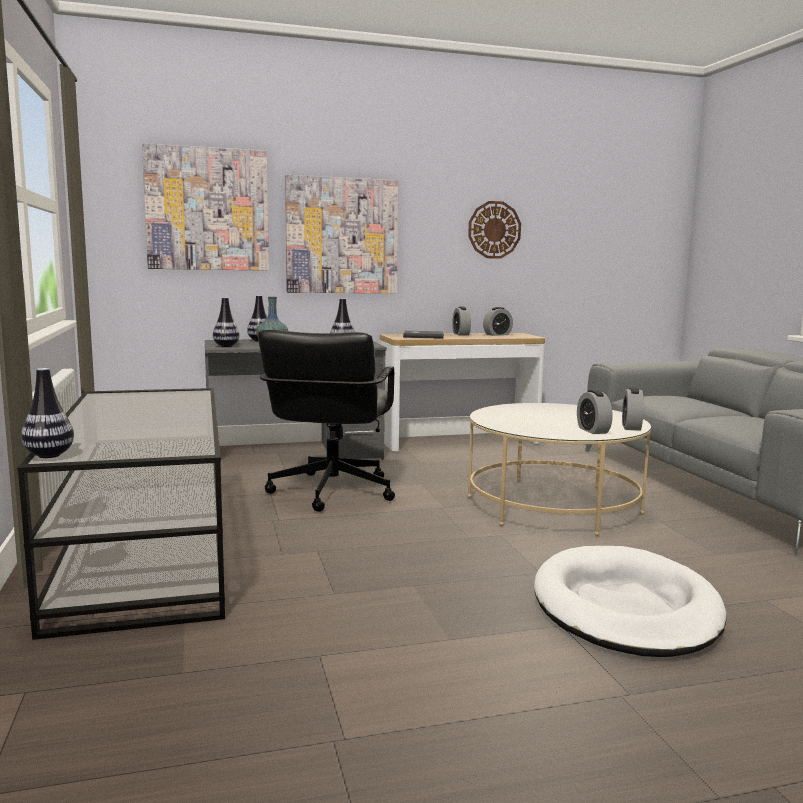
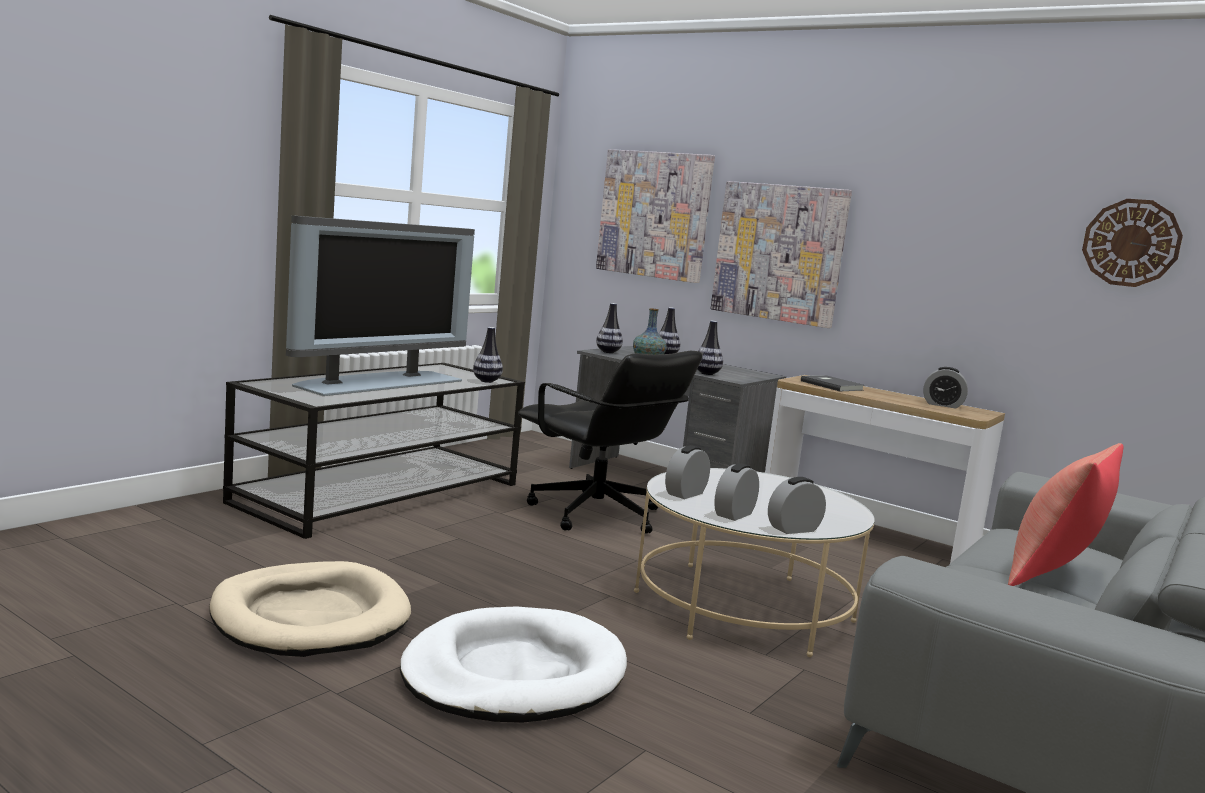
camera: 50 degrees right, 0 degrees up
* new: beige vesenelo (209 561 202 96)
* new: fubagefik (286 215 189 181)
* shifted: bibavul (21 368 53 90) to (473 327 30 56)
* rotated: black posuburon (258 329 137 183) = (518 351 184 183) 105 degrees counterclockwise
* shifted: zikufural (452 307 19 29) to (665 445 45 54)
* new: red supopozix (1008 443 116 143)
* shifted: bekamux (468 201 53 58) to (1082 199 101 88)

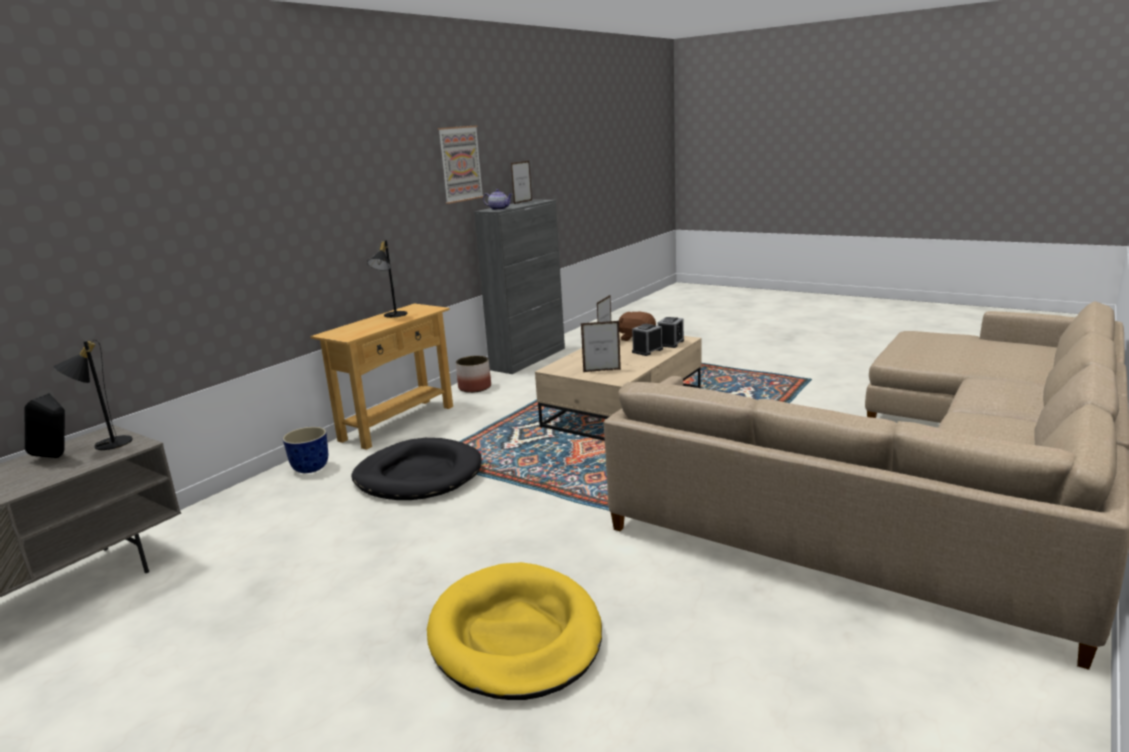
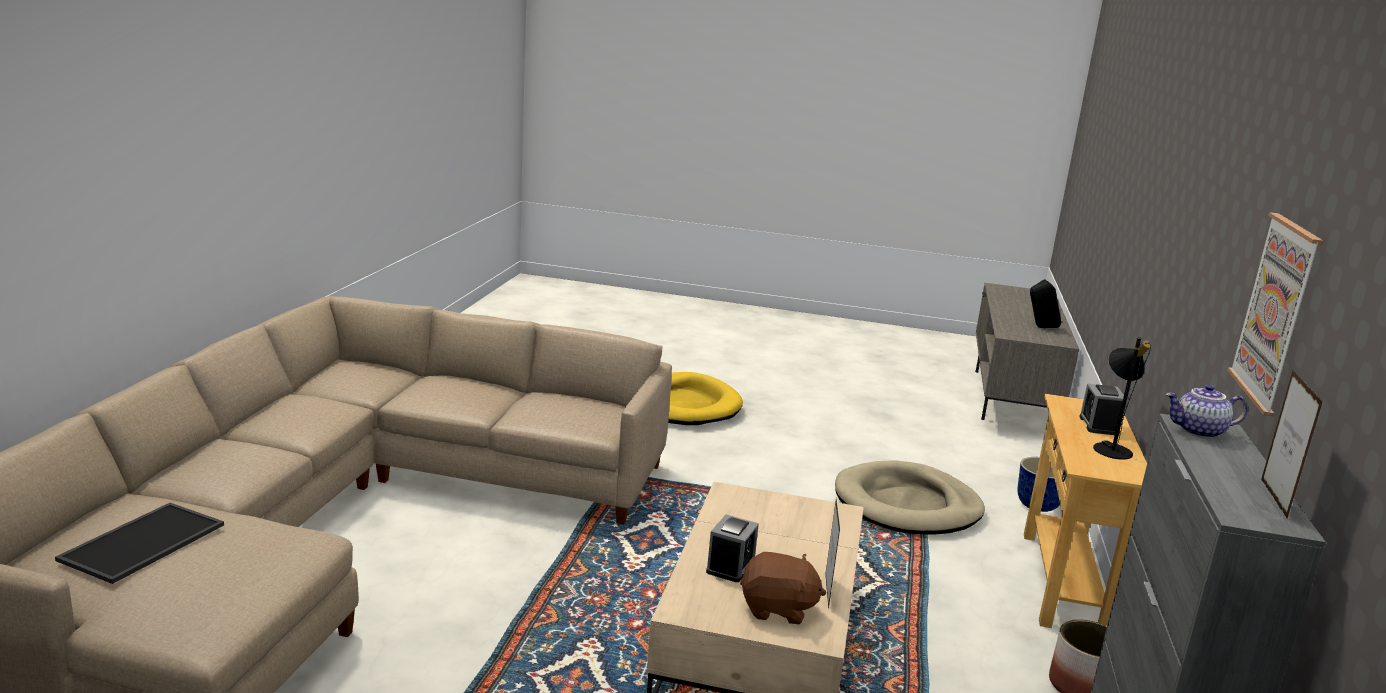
camera: 155 degrees right, 0 degrees up
* new: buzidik (55 503 169 81)
* repainted: black vesenelo (351 438 130 62) to beige vesenelo (835 461 150 74)
* shifted: zikufural (658 317 26 31) to (1079 383 47 52)
* gone: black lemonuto (53 340 80 110)
* gone: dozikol (581 321 40 51)

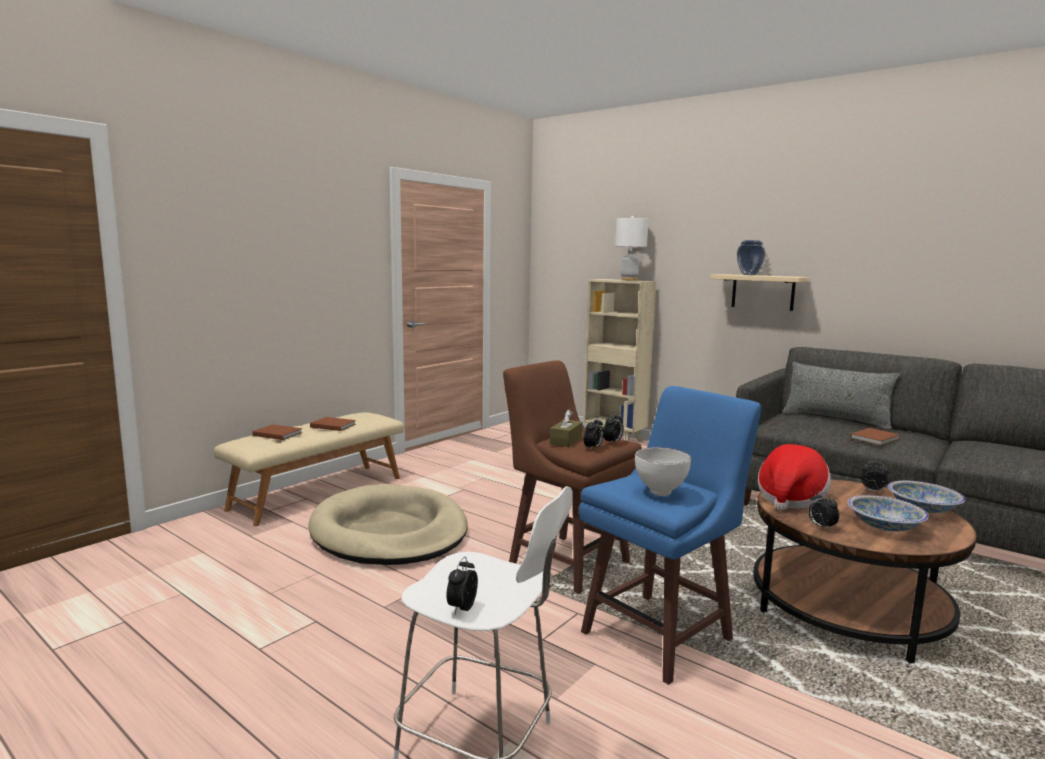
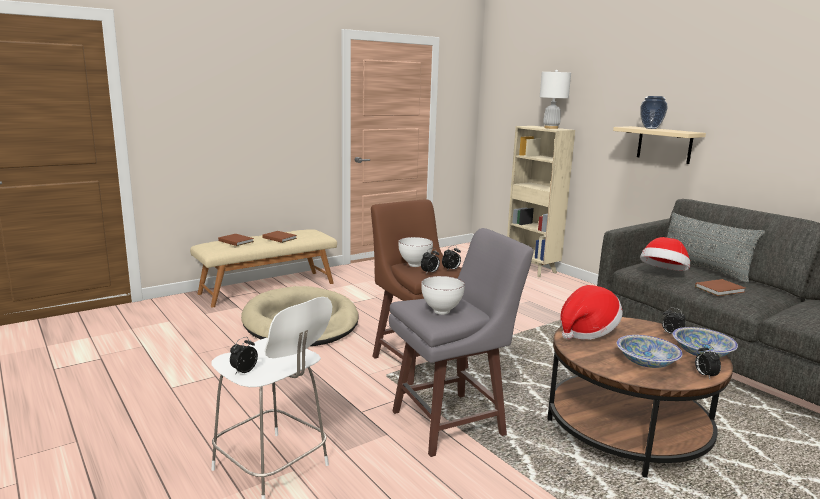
camera: 15 degrees right, 5 degrees up
* repainted: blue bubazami (579 386 183 299) to grey bubazami (389 228 145 229)
* swapped: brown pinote (550 409 33 38) to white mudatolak (398 237 35 30)
* new: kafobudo (640 237 50 34)
* shifted: zikufural (809 491 30 39) to (695 344 26 35)

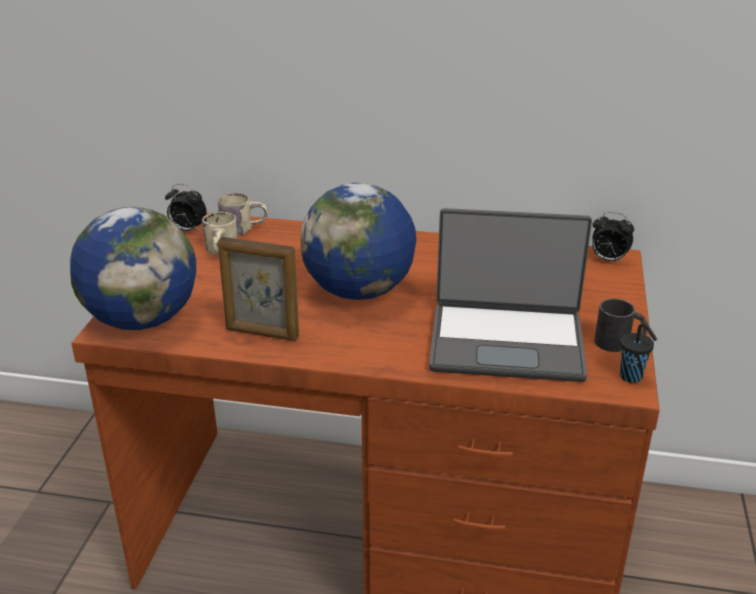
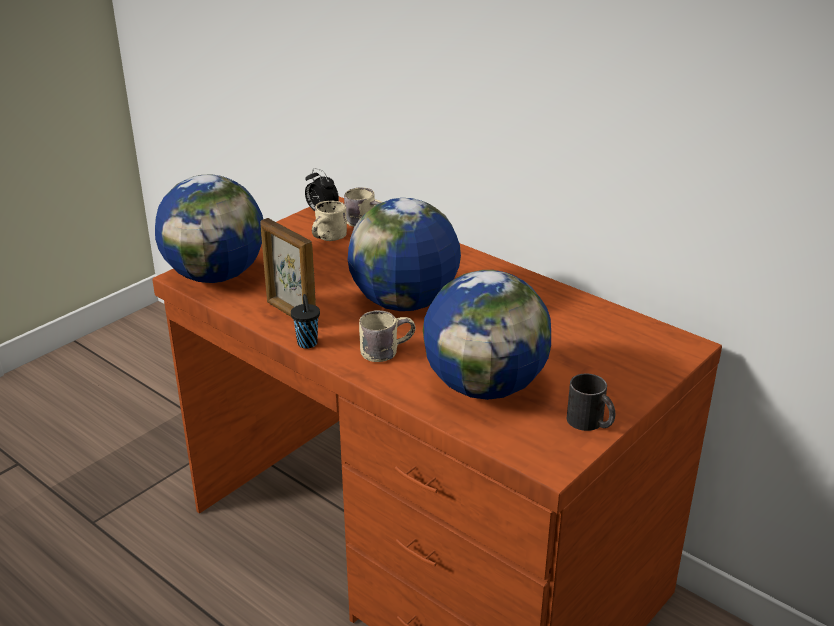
camera: 30 degrees right, 0 degrees up
* shifted: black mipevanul (620 323 37 60) to (291 294 29 55)
* new: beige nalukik (359 310 57 52)
* swapped: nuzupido (429 208 163 174) to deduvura (423 270 128 130)
* gone: zikufural (592 212 42 52)

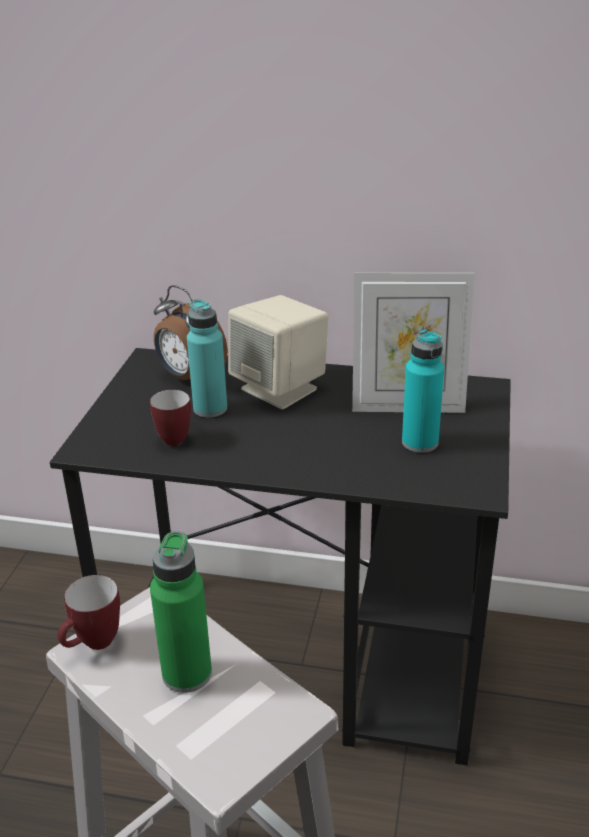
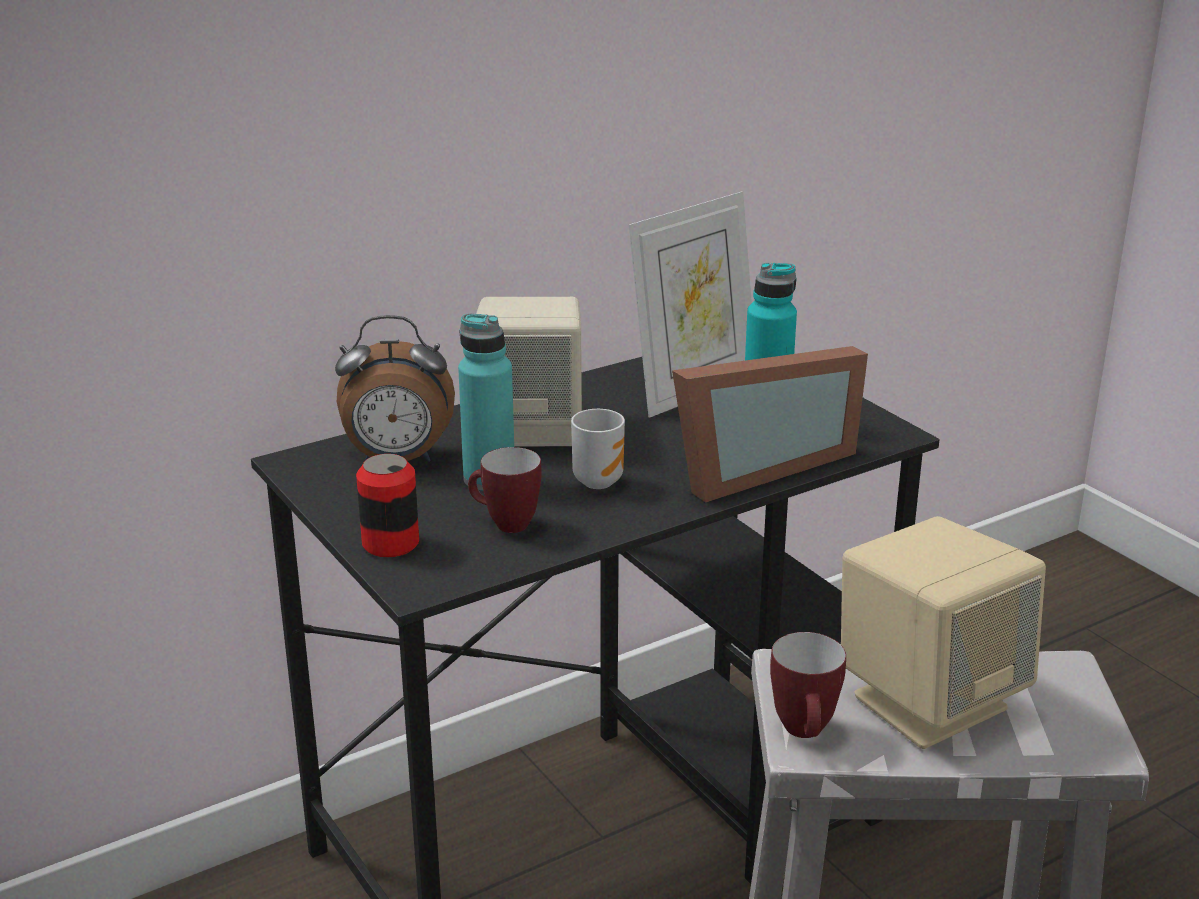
camera: 45 degrees left, 5 degrees down
* new: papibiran (356 454 63 103)
* new: nalukik (571 409 54 80)
* new: dozikol (672 346 196 157)
* swapped: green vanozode (150 532 62 161) to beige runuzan (841 516 205 233)

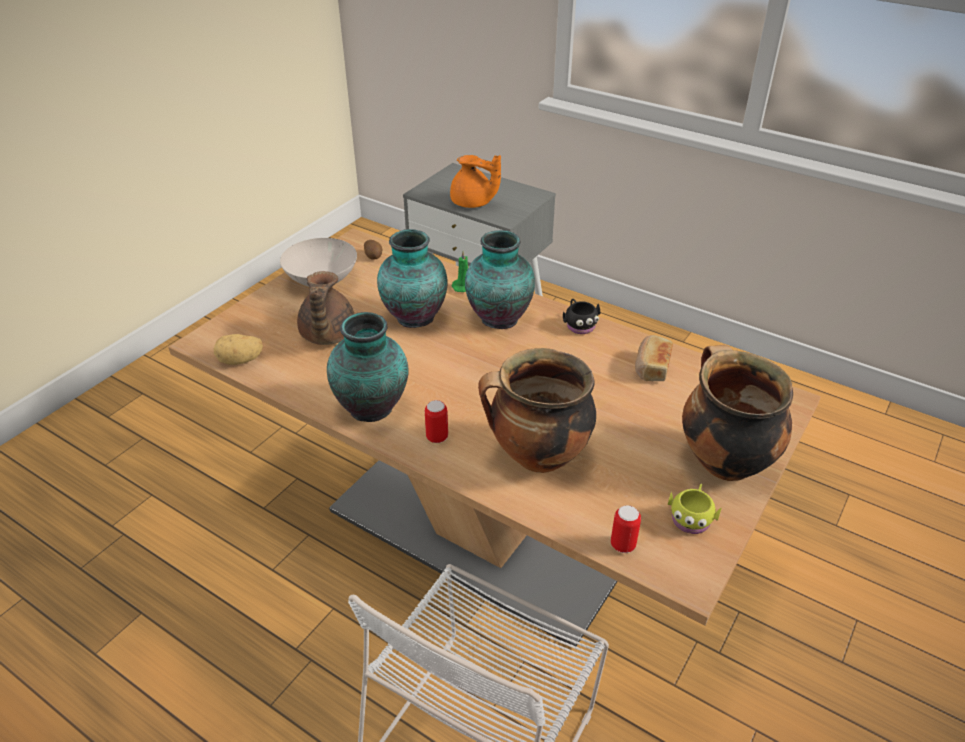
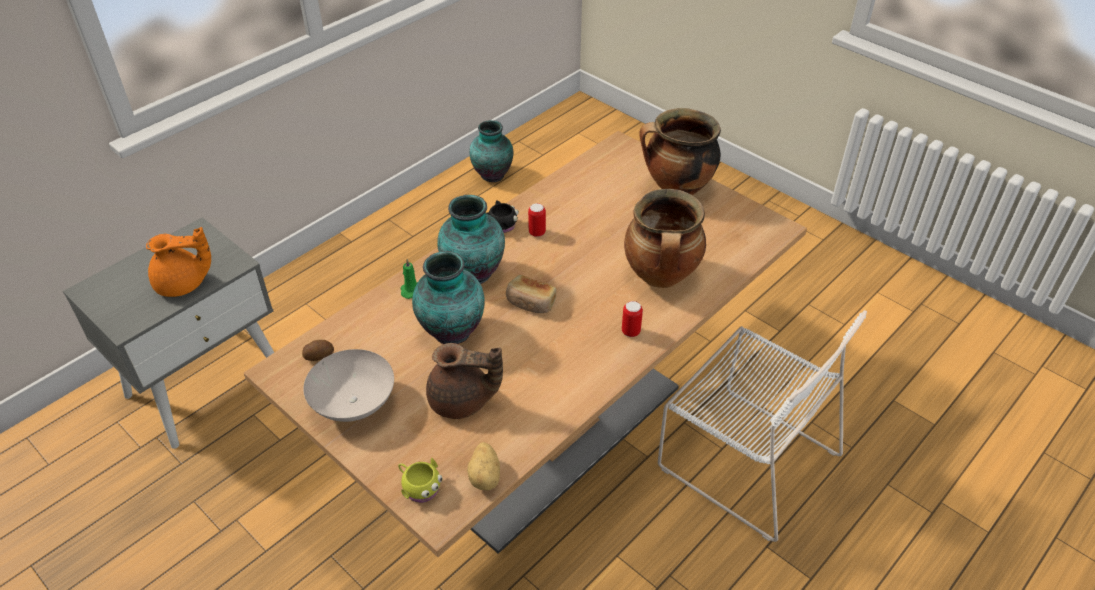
camera: 80 degrees left, 5 degrees up
* rotated: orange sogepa (450 155 51 53) = (146 227 65 70) 45 degrees clockwise
* shifted: yellow nalukik (668 484 54 50) to (398 458 45 45)
* shifted: bibavul (327 312 82 110) to (470 120 43 62)
* shifted: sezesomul (635 335 38 46) to (506 275 50 38)
* shifted: papibiran (611 505 30 48) to (528 203 18 34)

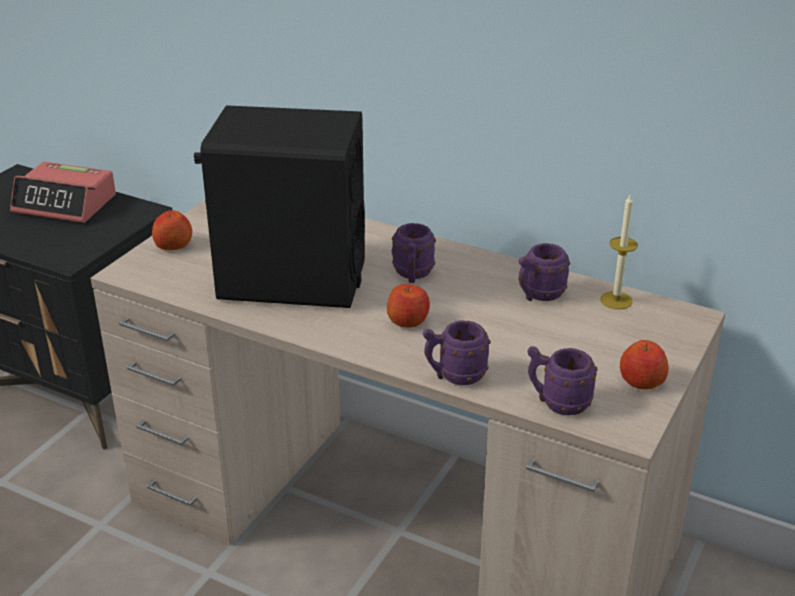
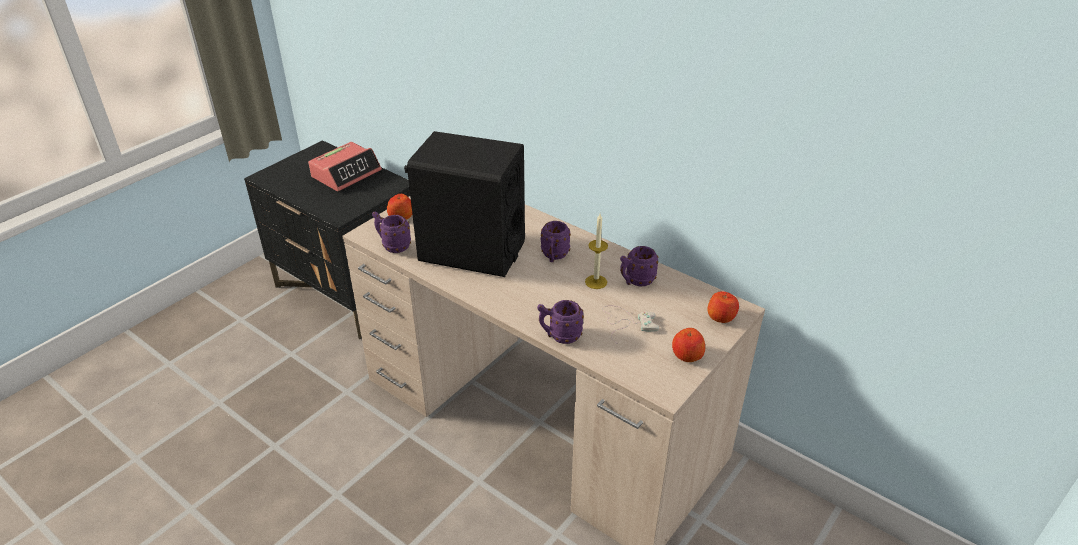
camera: 10 degrees right, 5 degrees up
* rotated: zikufural (10 162 106 61) = (308 142 74 49) 75 degrees counterclockwise
* shifted: purple nalukik (528 346 69 69) to (372 211 39 42)
* shifted: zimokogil (600 195 38 114) to (585 214 23 75)
* new: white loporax (602 306 57 38)
* shifted: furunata (387 284 43 43) to (707 292 32 31)

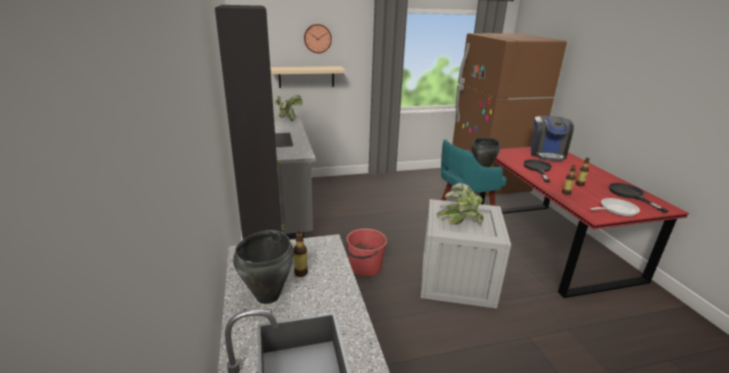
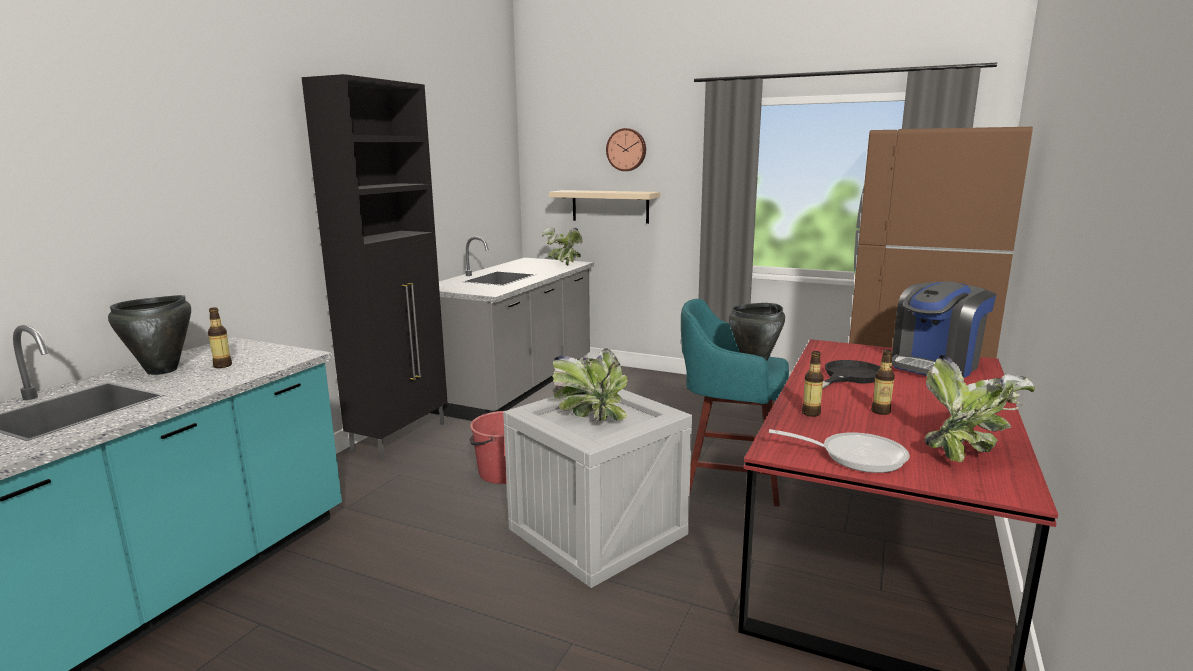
camera: 40 degrees right, 10 degrees down
* swapped: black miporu (609 183 59 30) to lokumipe (924 355 111 107)

